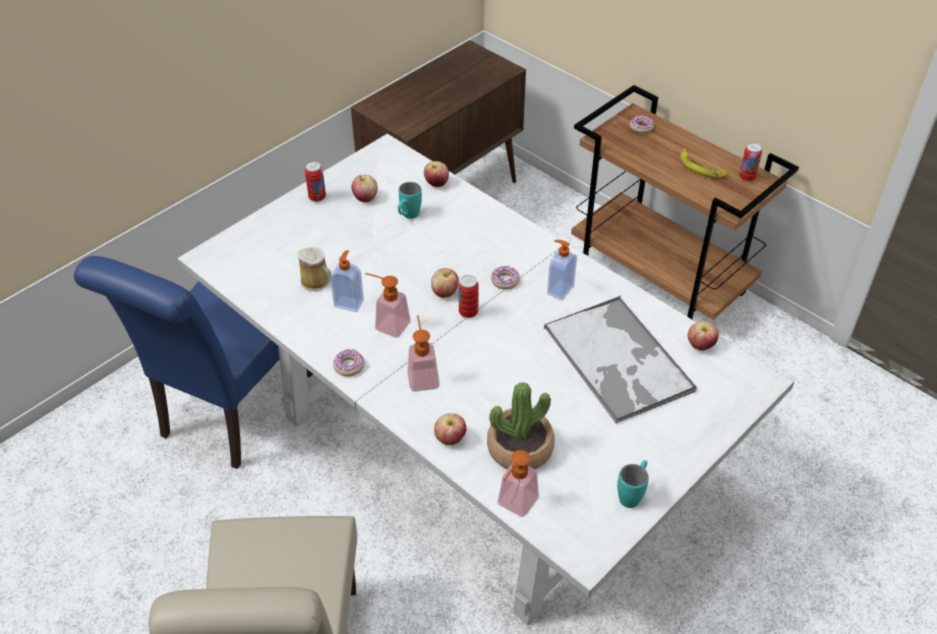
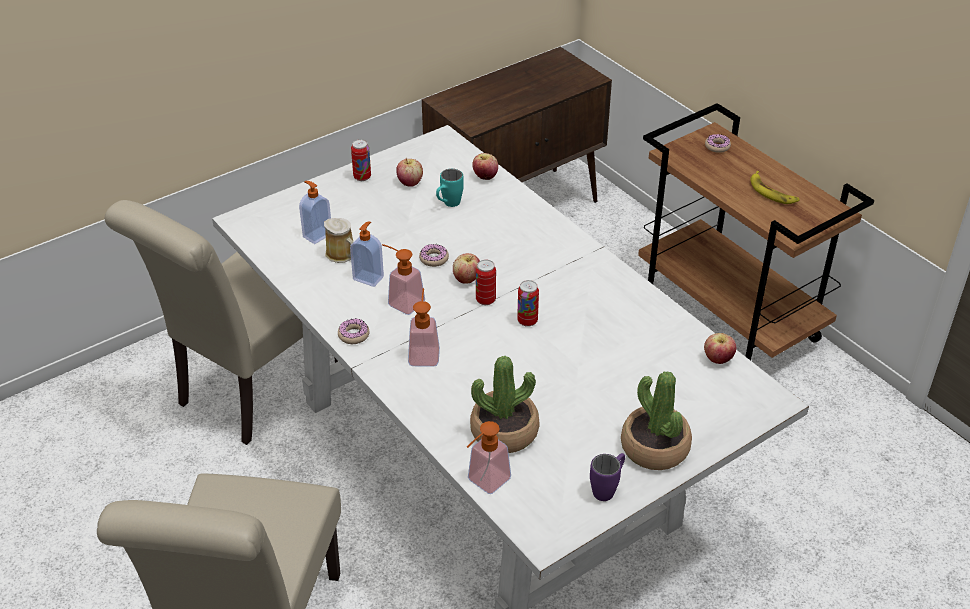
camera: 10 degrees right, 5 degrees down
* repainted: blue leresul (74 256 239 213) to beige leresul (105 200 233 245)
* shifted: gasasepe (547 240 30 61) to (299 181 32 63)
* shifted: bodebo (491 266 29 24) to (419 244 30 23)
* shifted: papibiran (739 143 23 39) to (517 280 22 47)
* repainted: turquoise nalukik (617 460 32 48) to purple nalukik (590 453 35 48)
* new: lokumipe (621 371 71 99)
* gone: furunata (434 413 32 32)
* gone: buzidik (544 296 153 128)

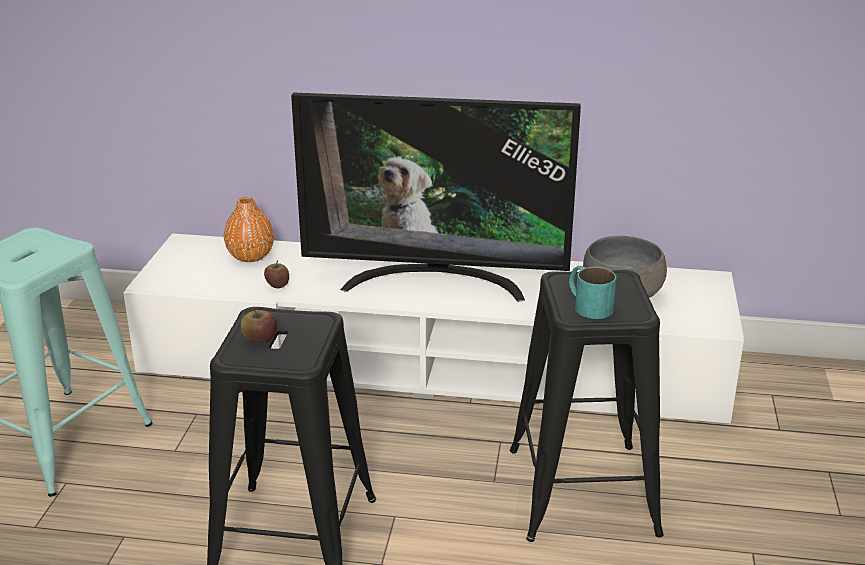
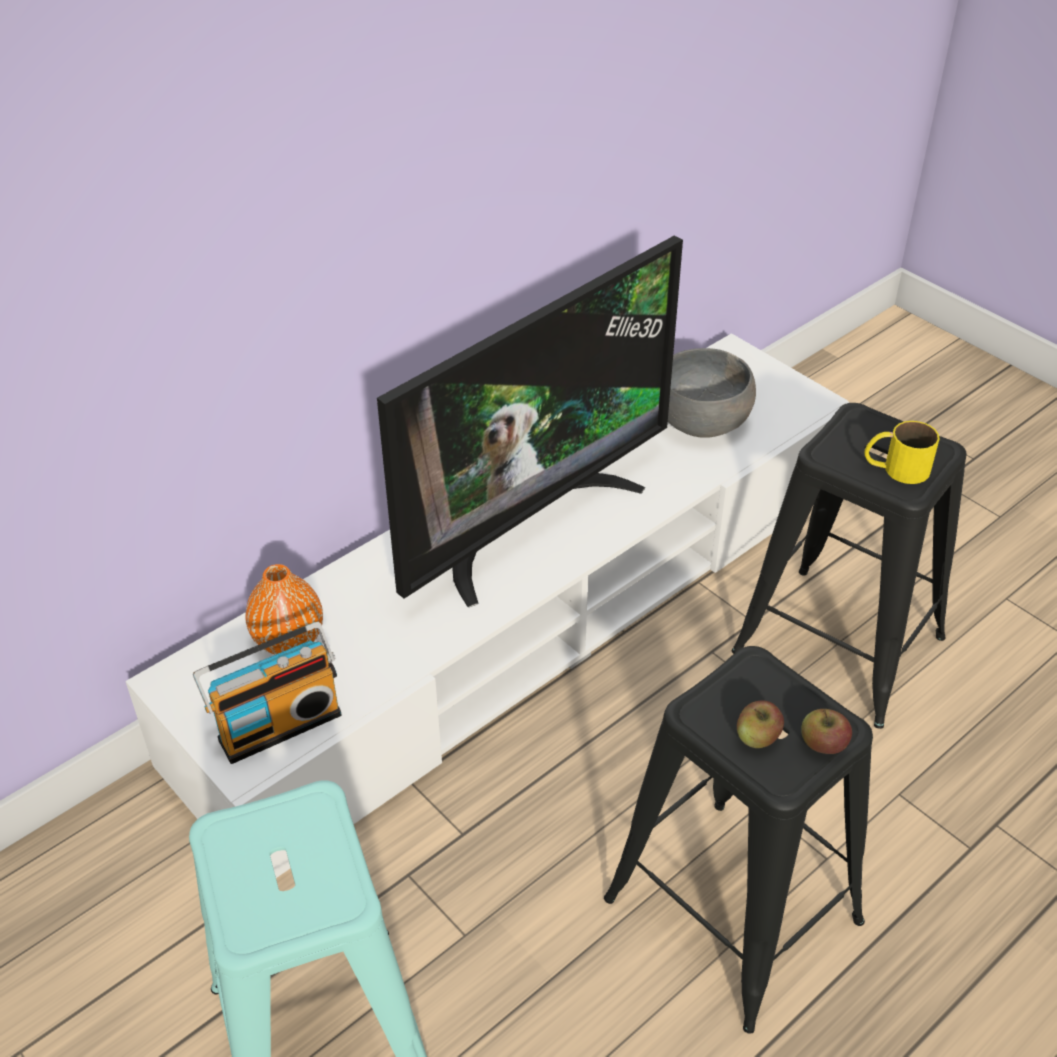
camera: 50 degrees left, 15 degrees up
* new: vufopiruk (193 622 149 142)
* shifted: furunata (264 260 25 28) to (801 709 51 45)
* repainted: turquoise nalukik (569 266 47 53) to yellow nalukik (864 421 75 63)

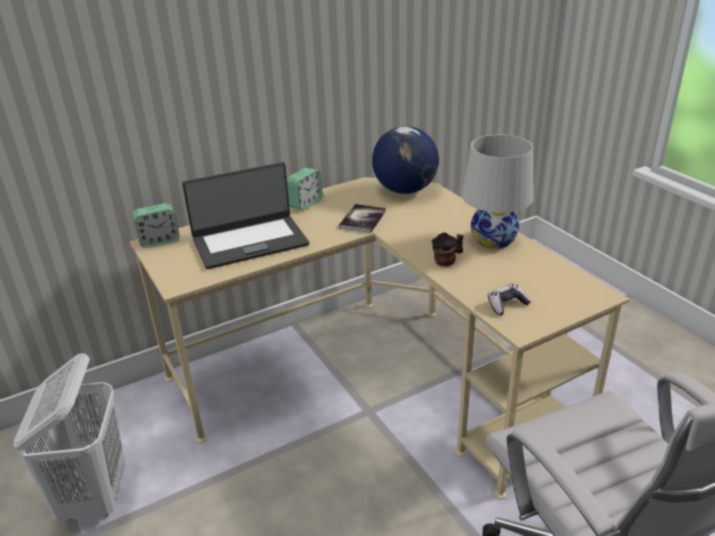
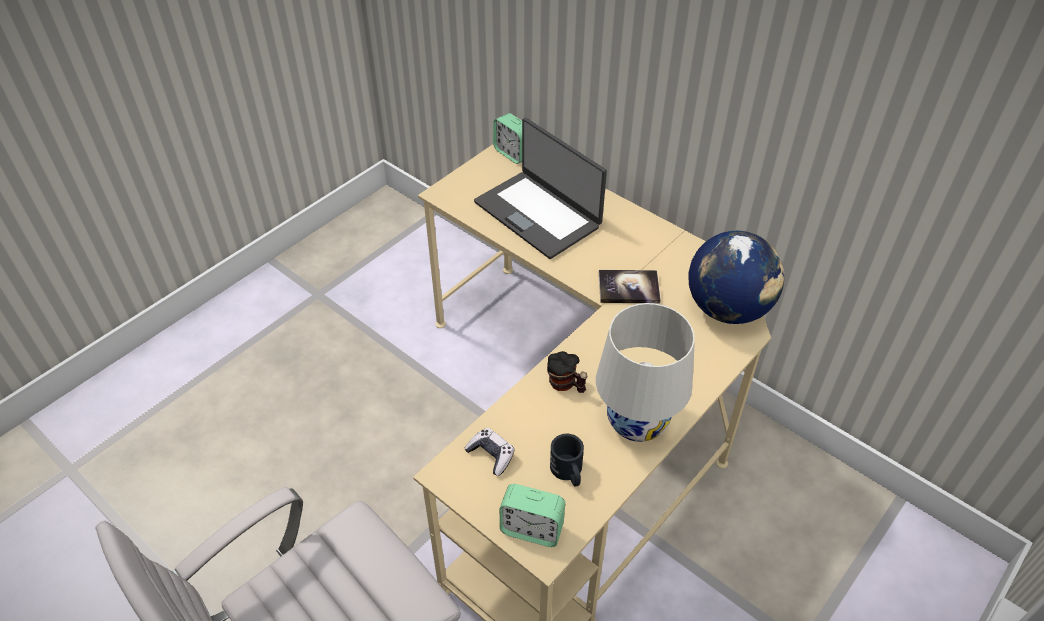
camera: 70 degrees right, 15 degrees up
* shifted: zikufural (287 168 36 42) to (500 484 65 63)
* new: black nalukik (550 434 34 52)
* gone: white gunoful (14 353 111 168)

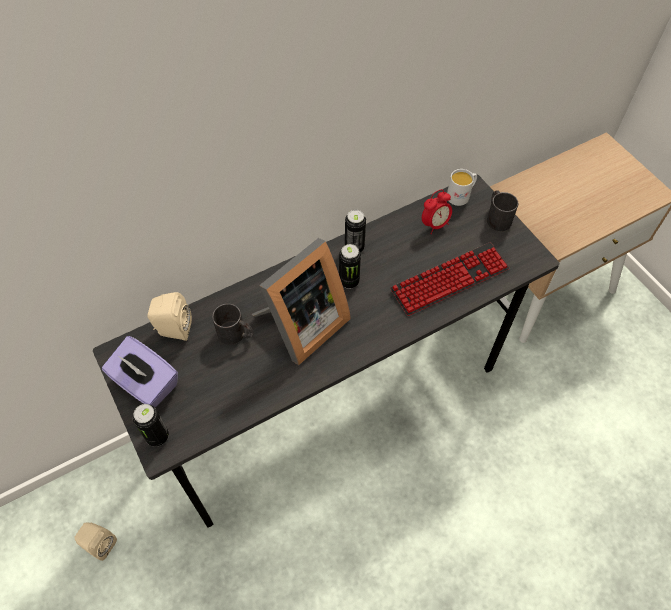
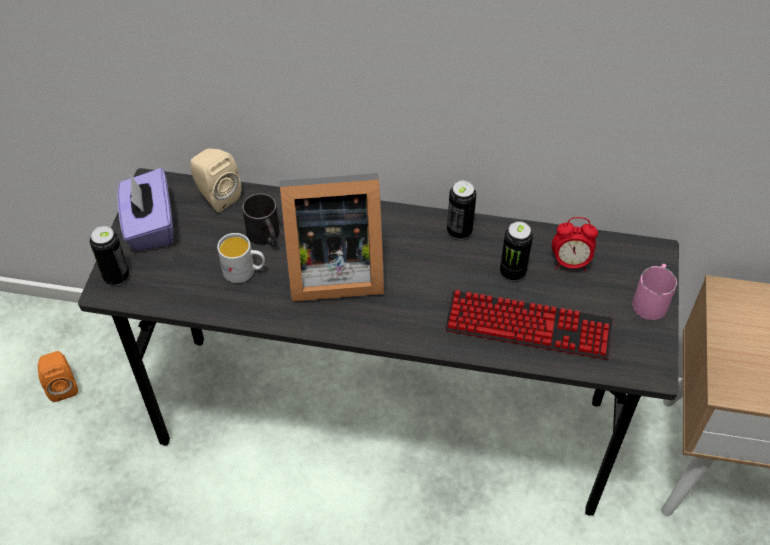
camera: 40 degrees right, 5 degrees down
* repainted: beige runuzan (74 522 43 39) to orange runuzan (38 351 40 51)
* shifted: white nalukik (447 169 30 37) to (217 233 48 50)
* shifted: papibiran (339 244 22 45) to (500 221 33 60)
* repainted: black nalukik (487 190 31 42) to pink nalukik (632 264 45 56)

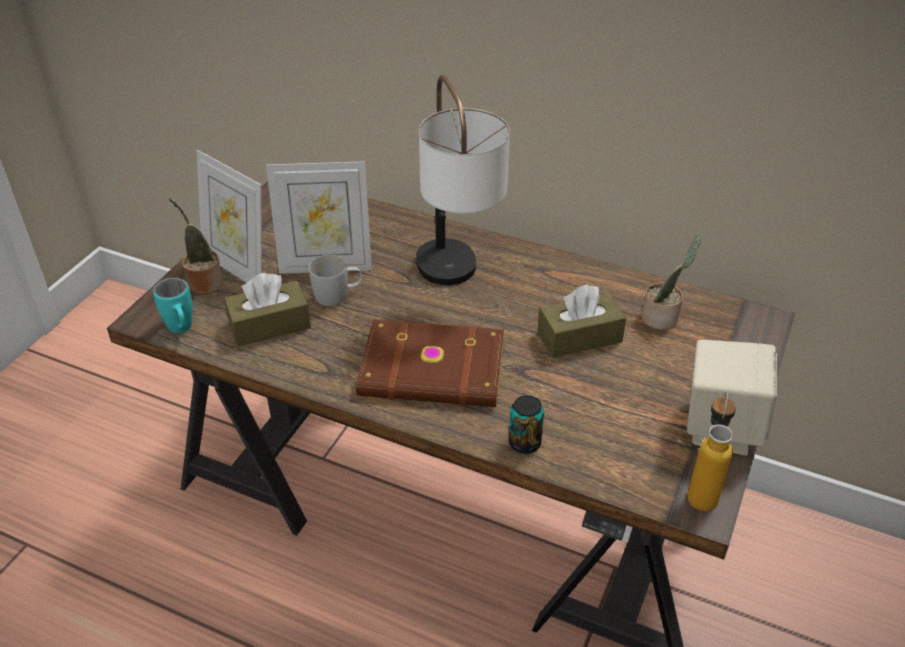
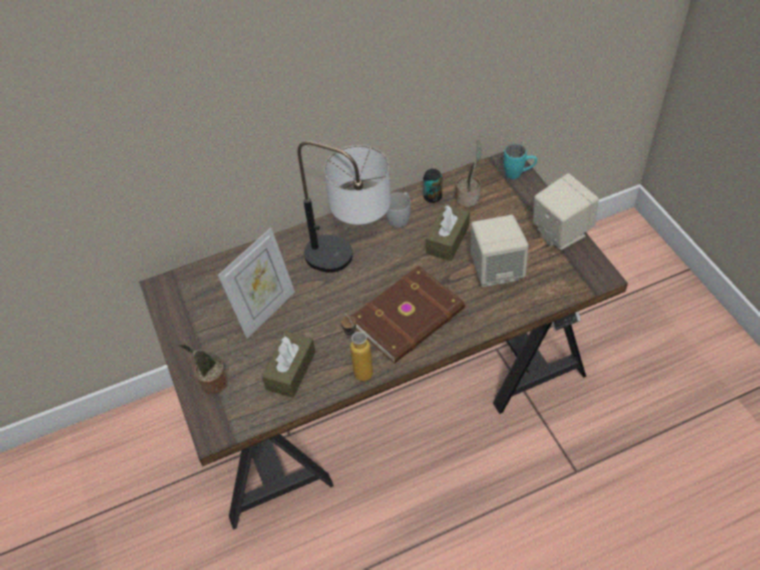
camera: 45 degrees left, 10 degrees up
* shifted: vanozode (687 392 49 119) to (341 314 32 67)
* shifted: white nalukik (309 255 54 51) to (386 192 25 36)
* shifted: papibiran (509 395 35 59) to (423 169 19 34)
* new: beige runuzan (471 215 58 72)
* shifted: turquoise nalukik (153 278 39 55) to (503 144 34 35)
* gone: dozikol (196 150 66 133)

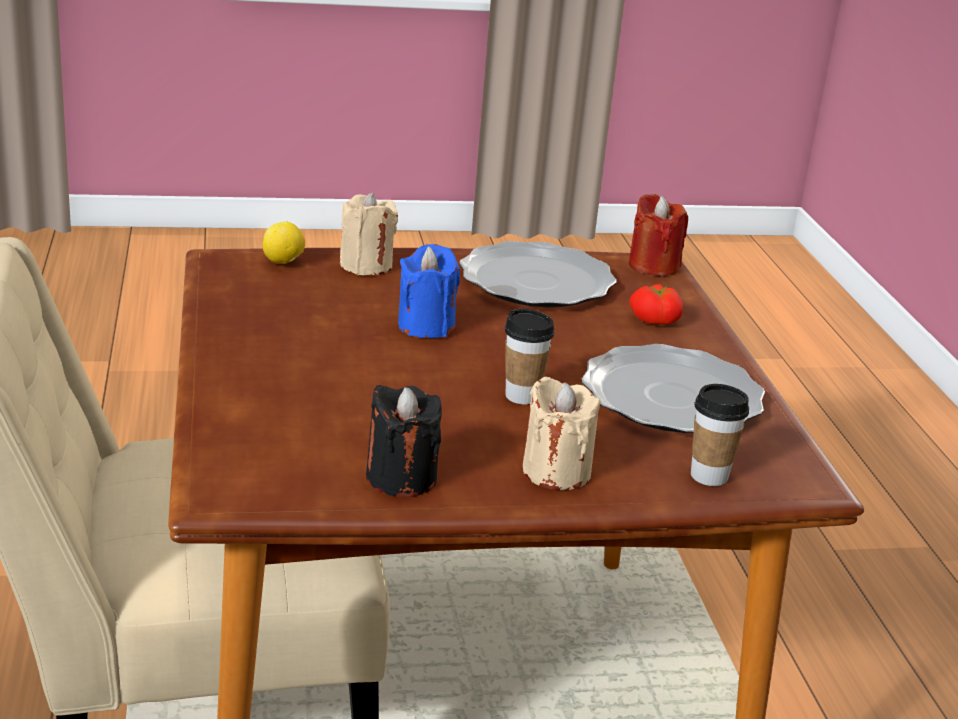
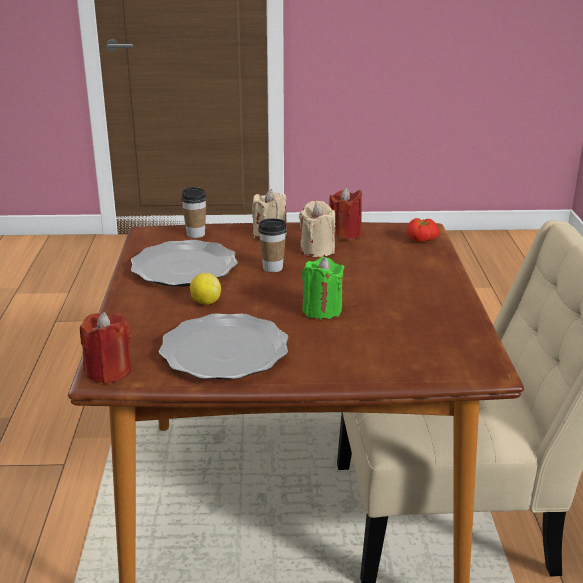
camera: 170 degrees left, 0 degrees up
* shifted: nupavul (263 221 42 43) to (190 273 31 32)
* shifted: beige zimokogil (340 192 58 83) to (299 201 36 56)
* repainted: blue zimokogil (398 244 62 94) to green zimokogil (302 257 43 63)
* repainted: black zimokogil (366 385 76 112) to red zimokogil (329 187 33 53)
* shifted: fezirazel (629 284 54 41) to (407 218 32 25)

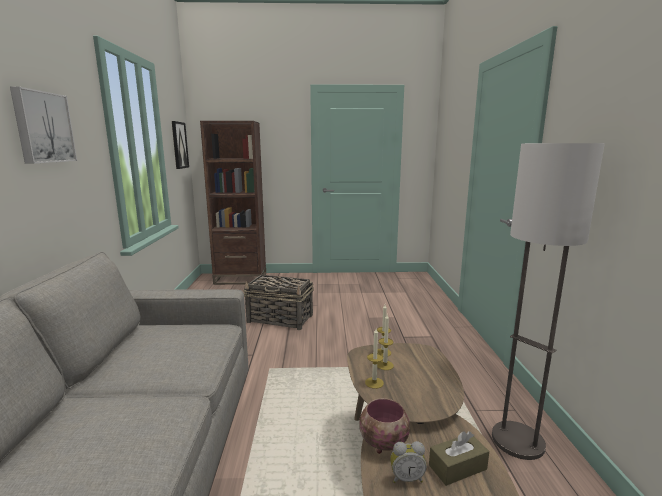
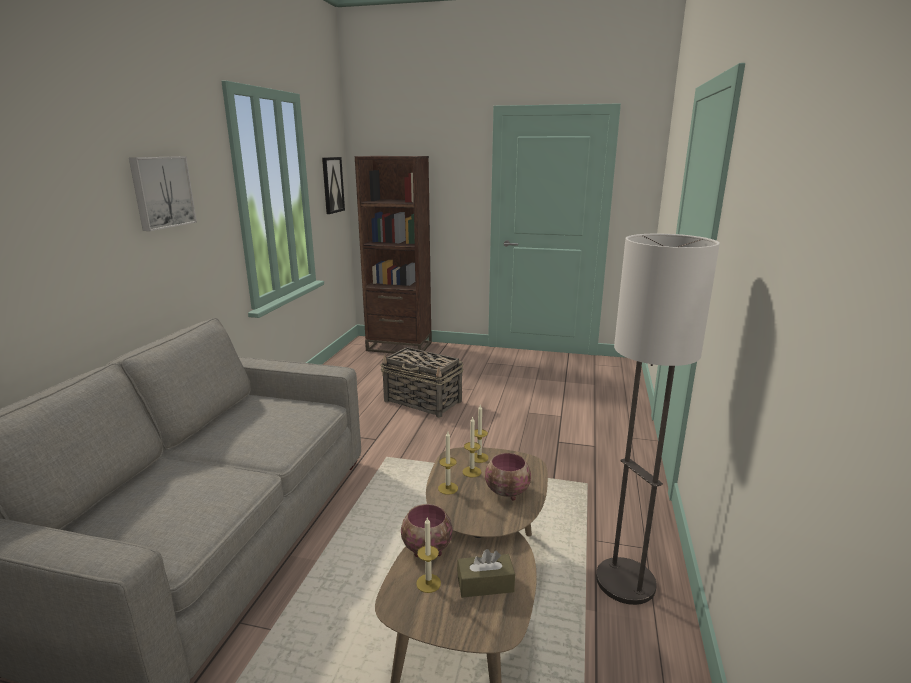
camera: 15 degrees right, 5 degrees up
* swapped: zikufural (390 441 37 42) to zimokogil (416 516 25 77)
* new: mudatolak (485 453 46 47)

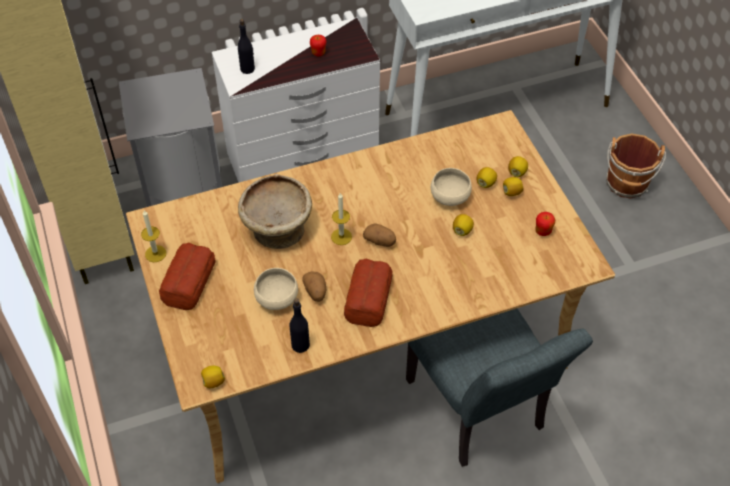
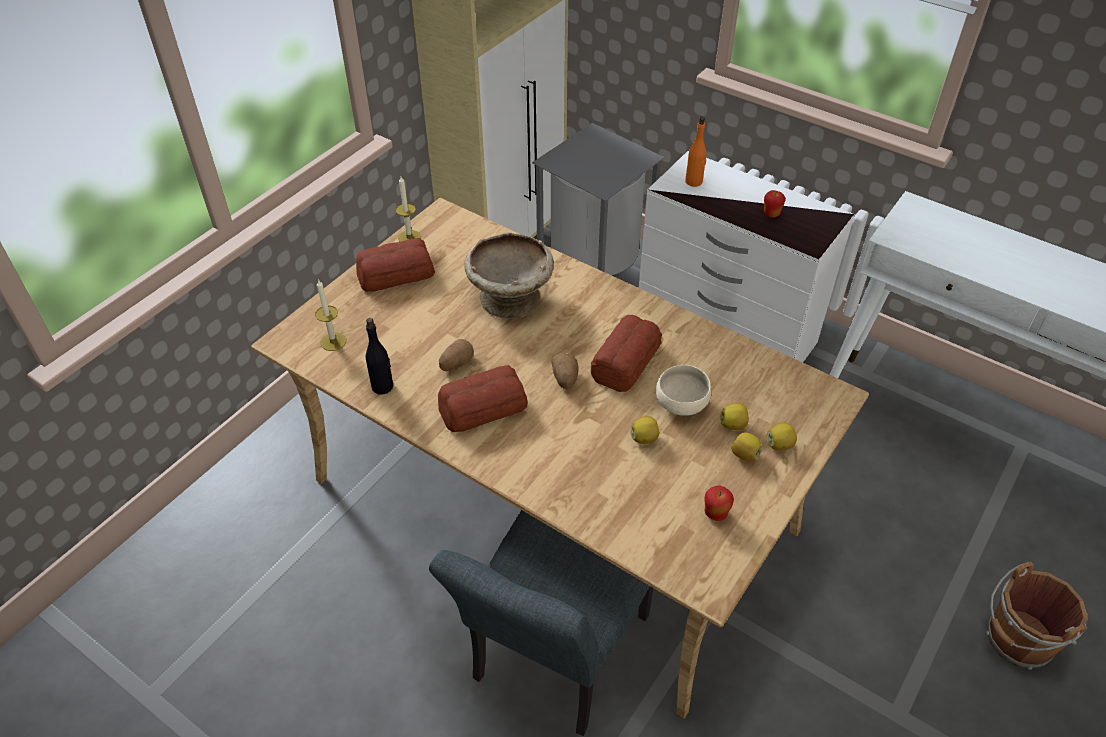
camera: 55 degrees right, 5 degrees down
* shifted: zimokogil (331 193 21 52) to (315 279 31 72)
* new: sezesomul (591 315 71 77)
* repainted: black vanozode (238 19 17 55) to orange vanozode (685 117 21 70)
* gone: nupavul (201 366 24 22)
* gone: beige mudatolak (254 268 44 42)

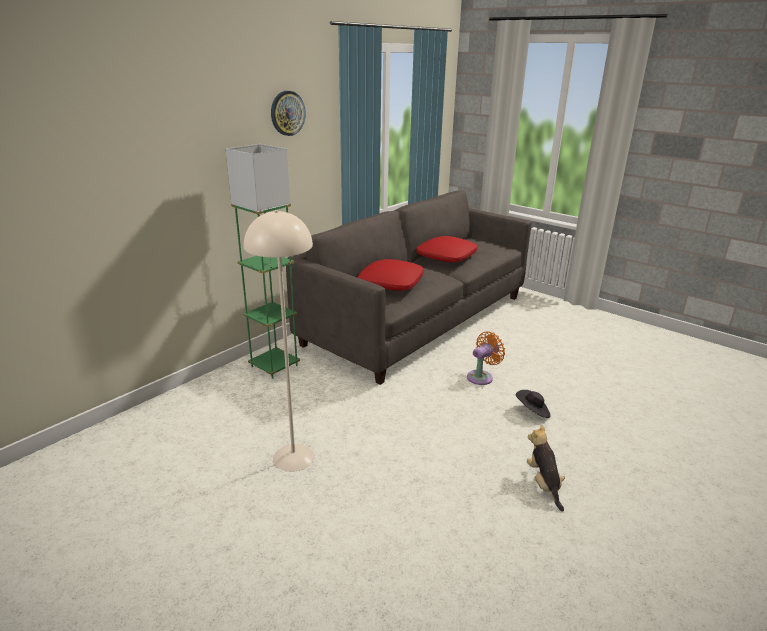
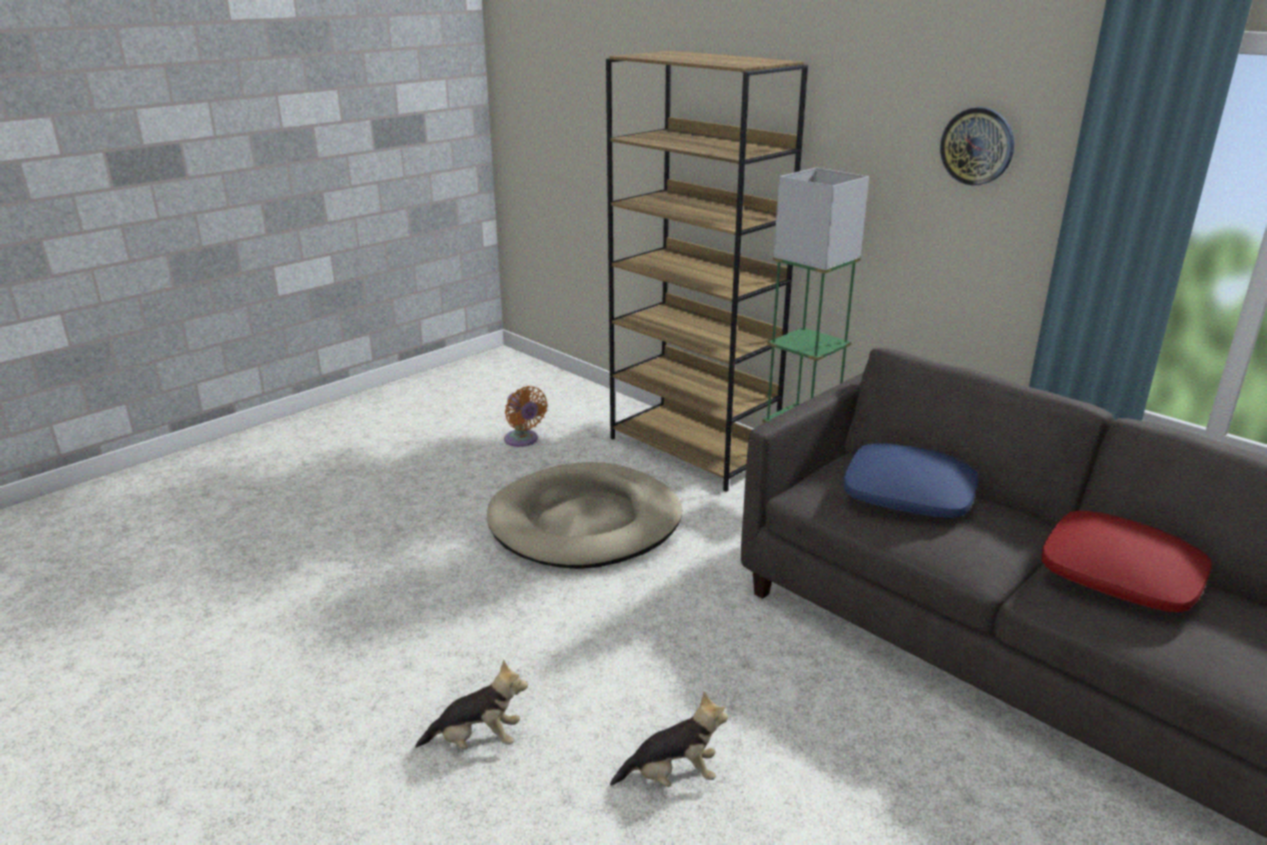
camera: 95 degrees right, 0 degrees up
* swapped: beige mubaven (244 210 70 262) to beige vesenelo (487 462 195 107)
* shifted: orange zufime (467 332 38 53) to (504 386 43 61)
* new: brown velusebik (606 51 202 441)
* swapped: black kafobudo (515 390 36 28) to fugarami (610 692 118 95)
* repainted: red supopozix (358 259 66 32) to blue supopozix (843 443 135 75)

